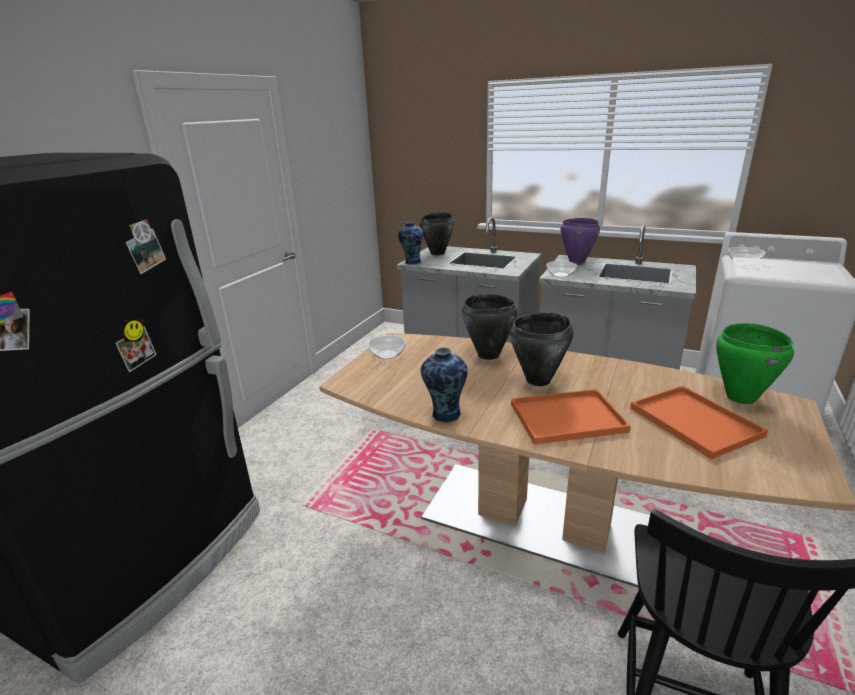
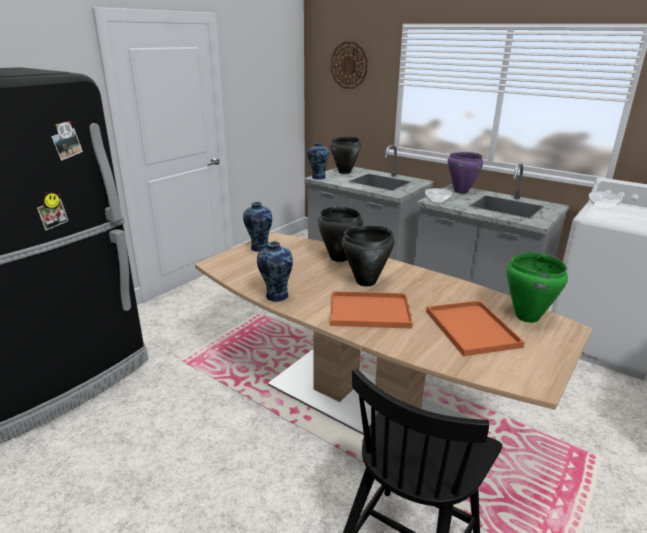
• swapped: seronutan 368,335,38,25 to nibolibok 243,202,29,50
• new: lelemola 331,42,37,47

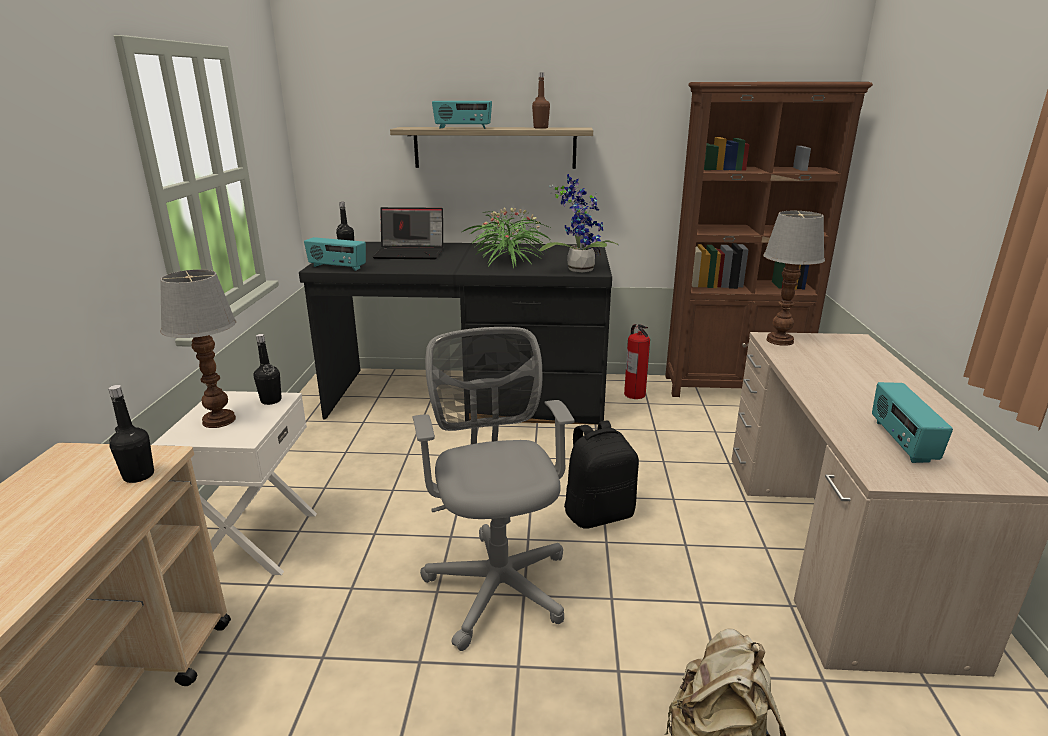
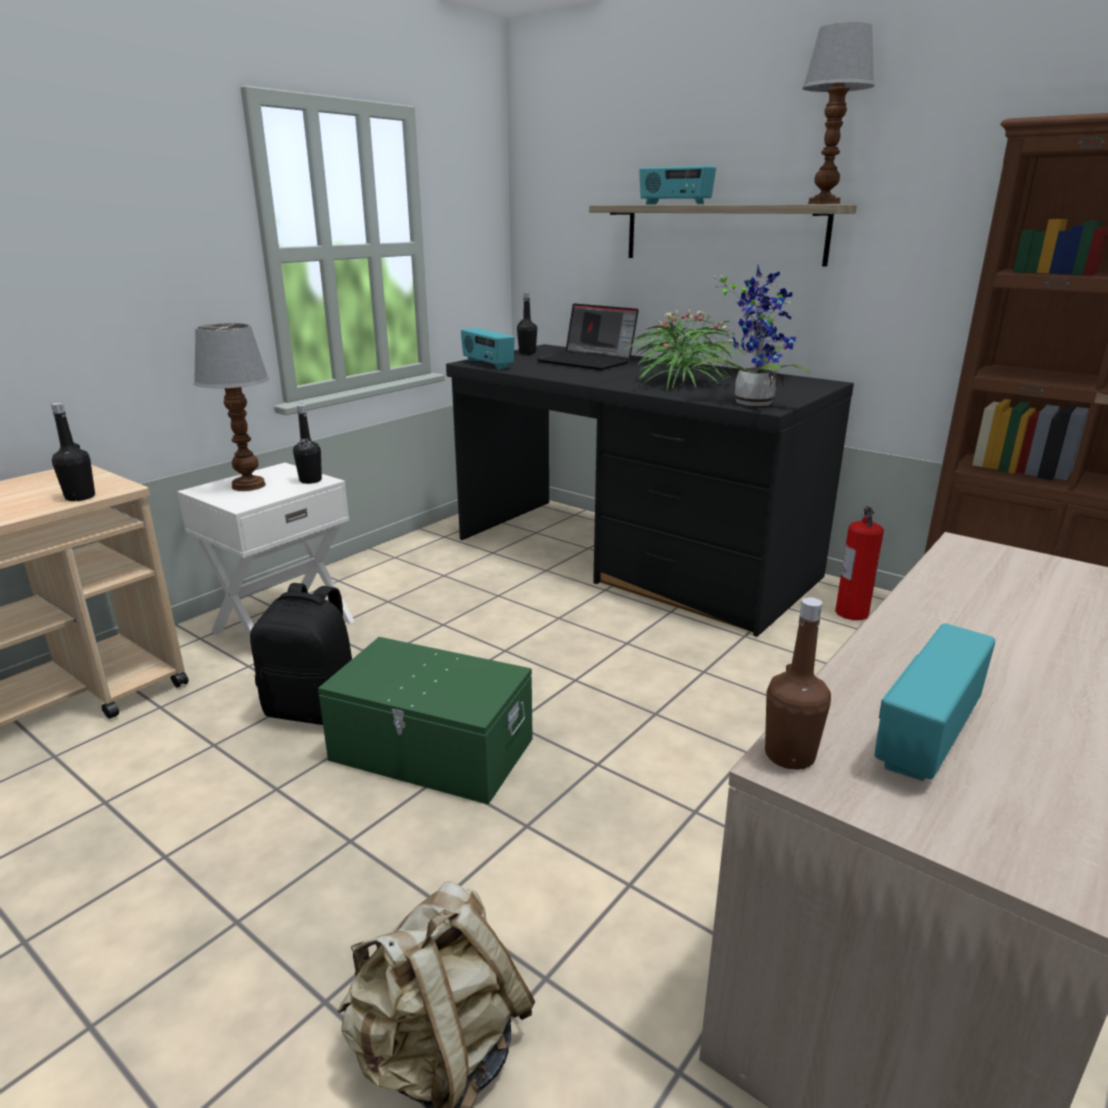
• shifted: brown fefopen 532,72,18,57 to 765,597,66,173
• shifted: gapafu 763,211,62,135 to 802,22,73,182
• swapped: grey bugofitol 413,327,162,324 to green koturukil 318,637,215,168
• shifted: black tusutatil 564,421,75,108 to 250,583,102,142

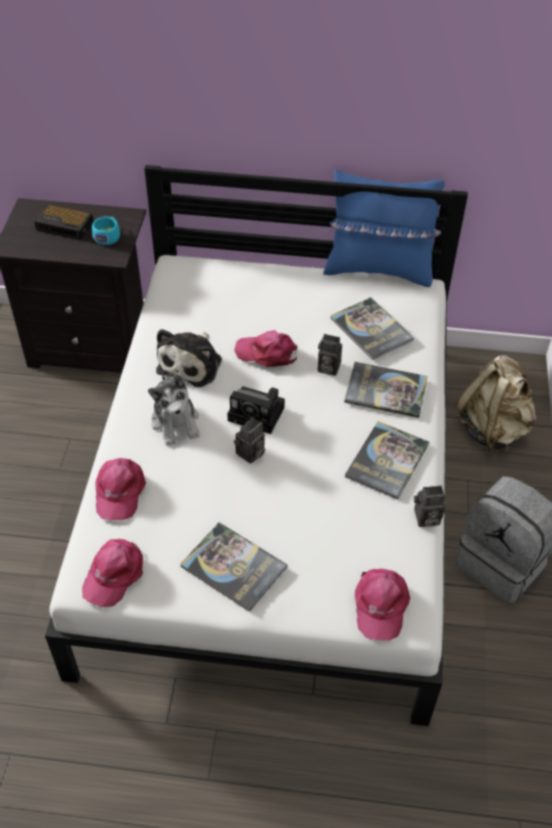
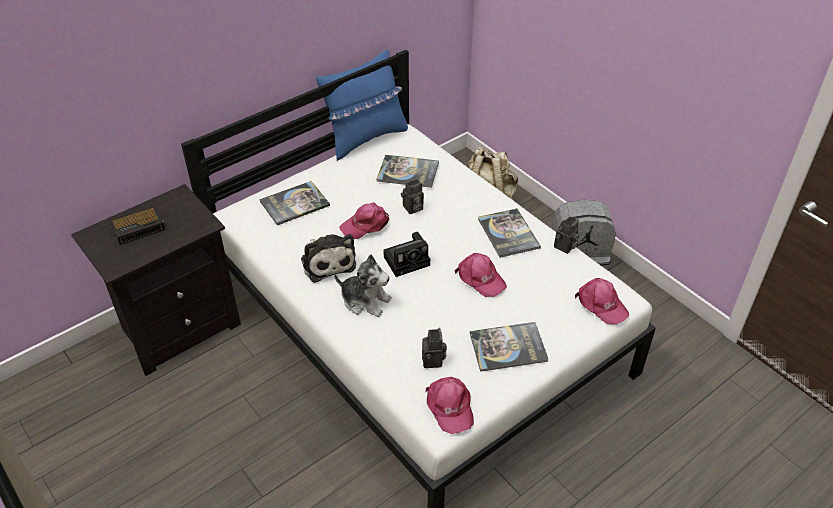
• gone: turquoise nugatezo 92,216,28,29
• shifted: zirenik 344,362,84,56 to 259,181,71,44
• shifted: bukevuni 234,417,31,47 to 422,328,25,40
• shifted: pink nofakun 95,458,51,62 to 455,253,52,44

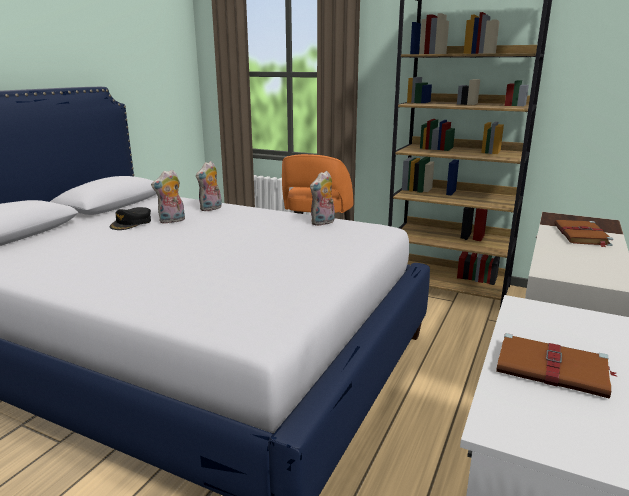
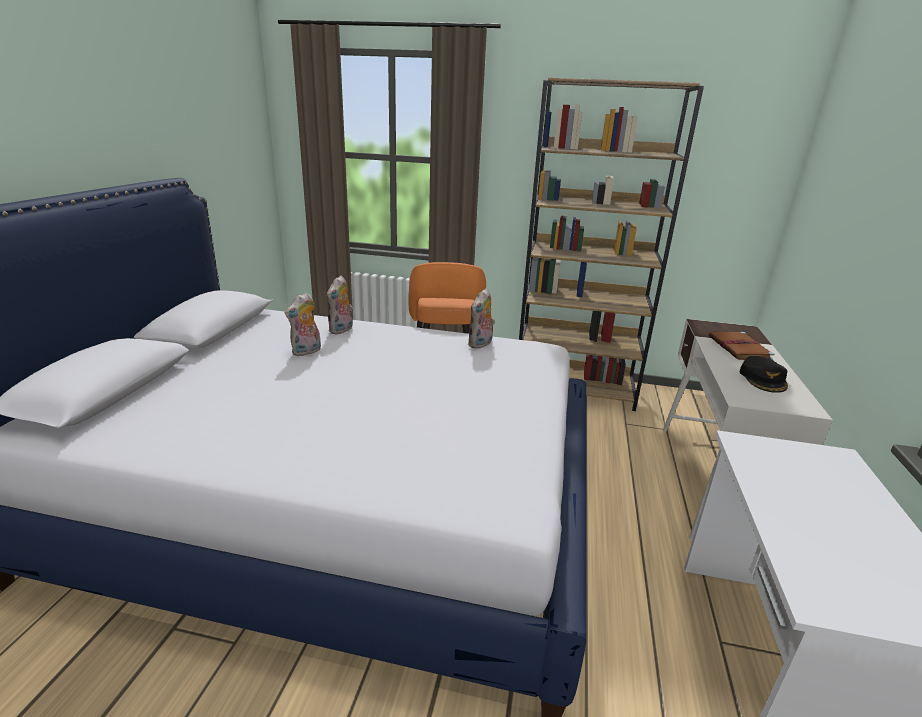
• shifted: black nofakun 110,207,41,23 to 739,356,49,37
• gone: brown zirenik 496,333,122,66

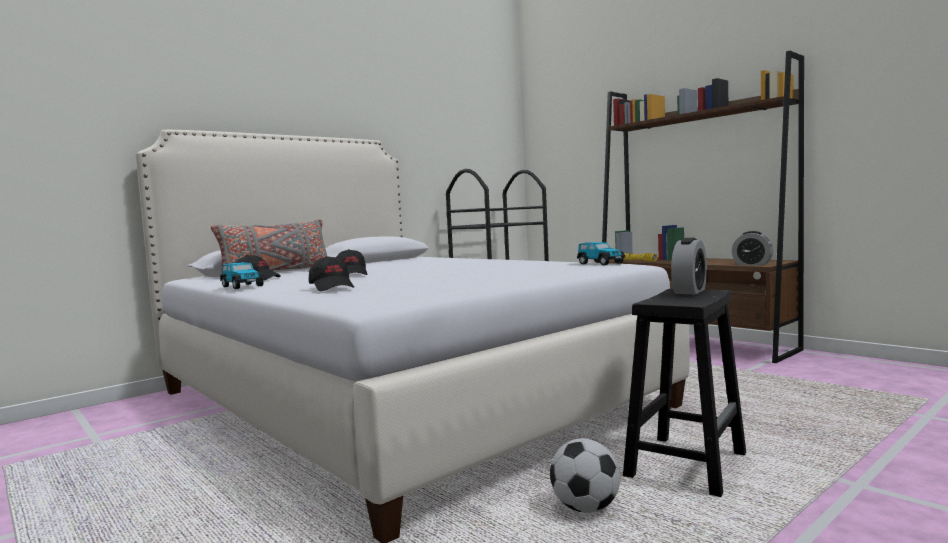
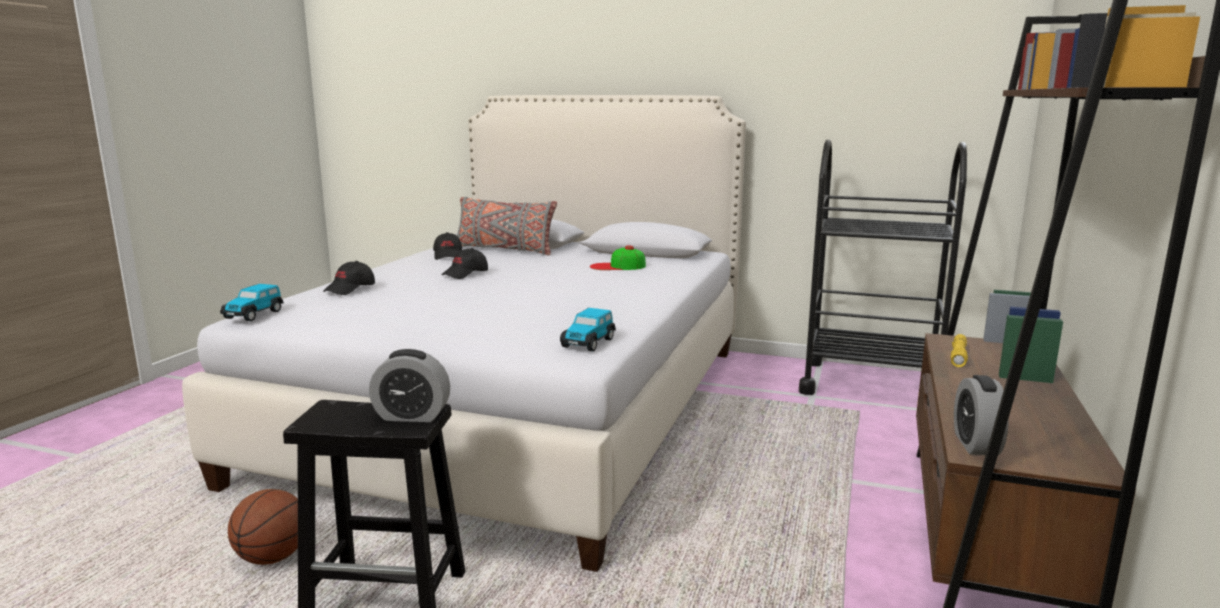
• shifted: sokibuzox 220,262,44,27 to 220,284,64,37
• swapped: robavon 550,438,70,75 to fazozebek 228,489,70,76
• new: nofakun 590,245,56,25

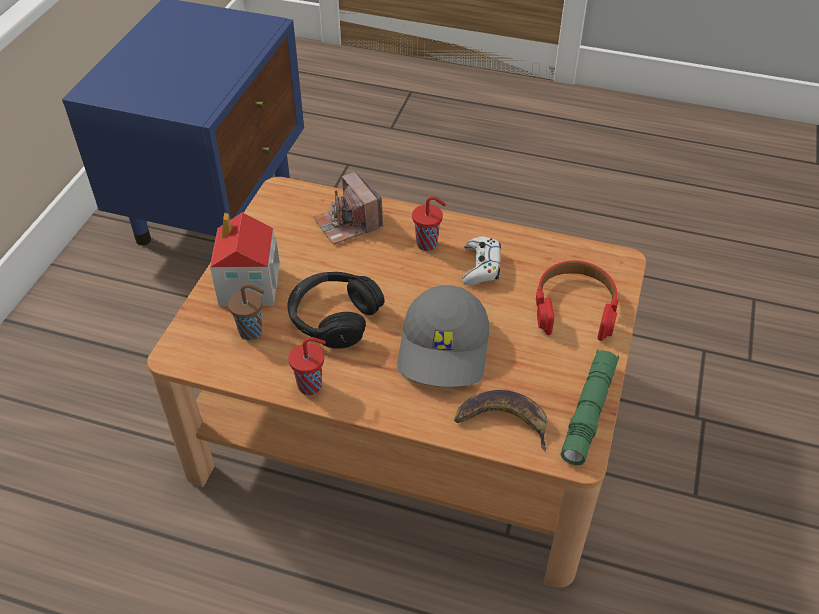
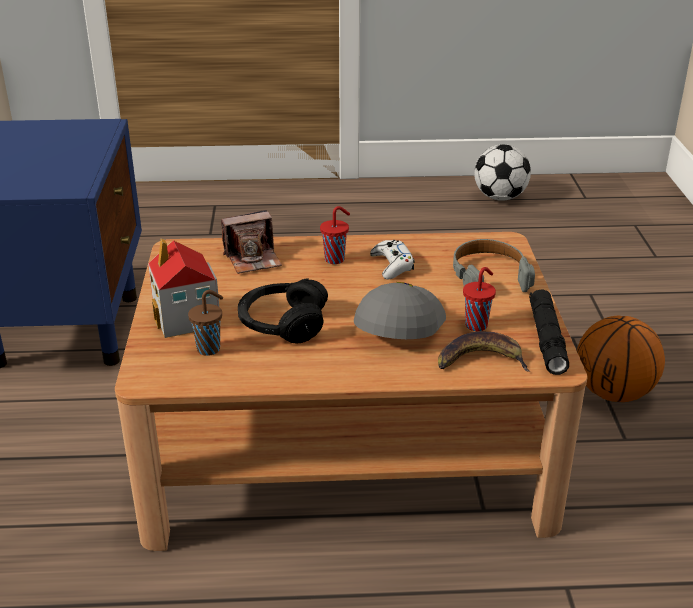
• rotated: bukevuni 313,171,70,74 = 221,210,61,64 60 degrees counterclockwise
• repainted: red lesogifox 536,261,83,80 to grey lesogifox 453,239,82,53
• rotated: grey nofakun 397,285,92,102 = 354,282,92,57 150 degrees counterclockwise
• shifted: red nugatezo 288,337,38,58 to 463,267,33,64
• repainted: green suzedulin 560,349,59,116 to black suzedulin 529,289,40,86
• new: robavon 474,144,57,57
• new: fazozebek 577,315,88,87

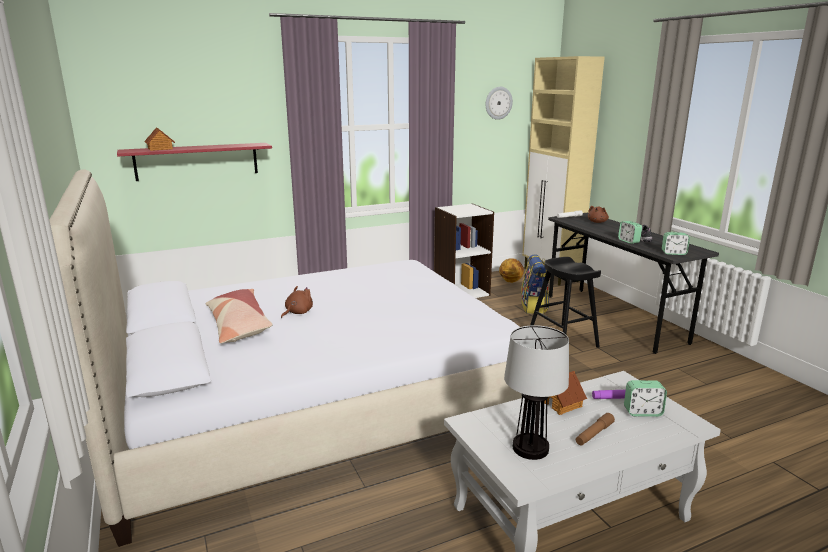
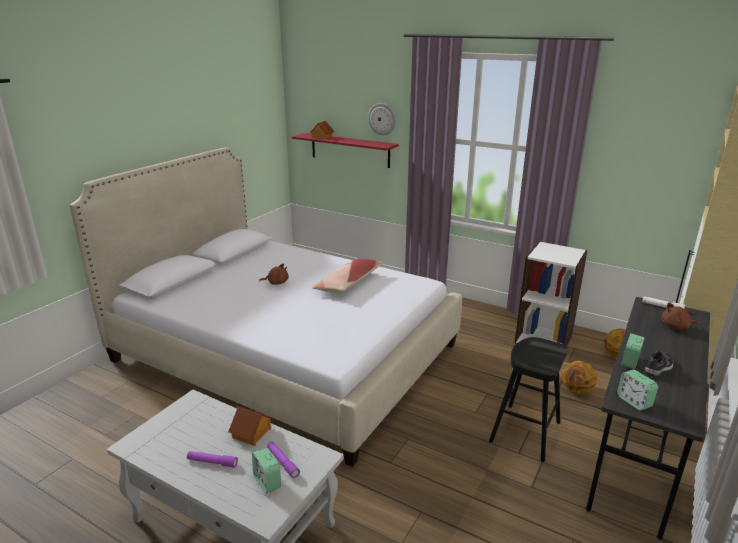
• shifted: lelemola 486,87,27,33 to 368,103,28,32
• swapped: tusutatil 521,254,28,60 to fazozebek 562,361,35,33
• shifted: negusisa 206,289,67,54 to 312,259,72,34
• gone: gapafu 504,325,65,135
• repainted: brown suzedulin 576,413,39,32 to purple suzedulin 187,451,51,17

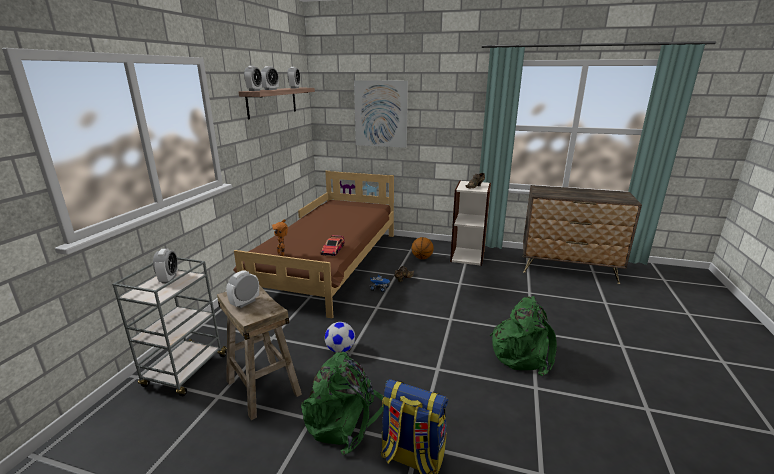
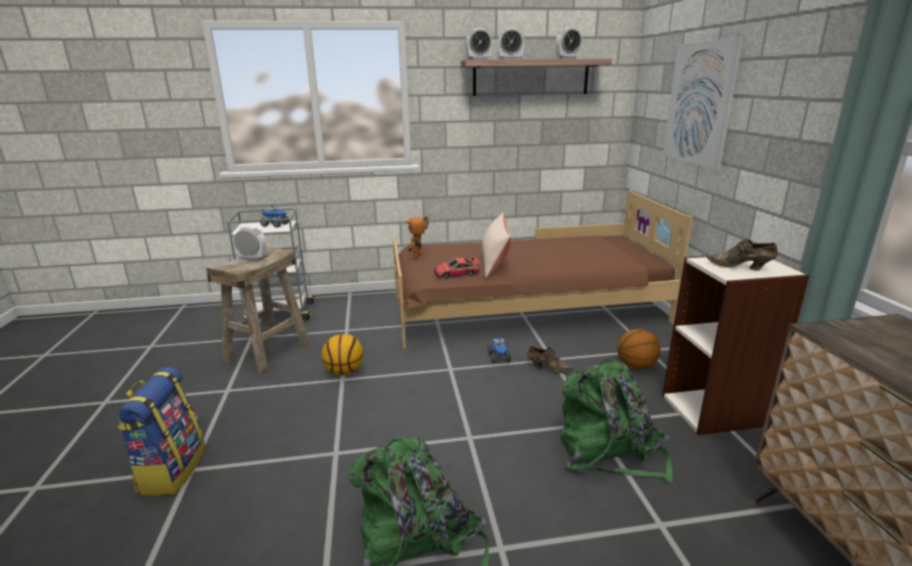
• swapped: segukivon 153,249,25,34 to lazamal 260,205,29,23
• swapped: robavon 325,322,30,31 to fazozebek 322,334,41,41
• shifted: green tusutatil 301,351,83,104 to 561,359,111,124
• new: beige negusisa 482,213,29,65

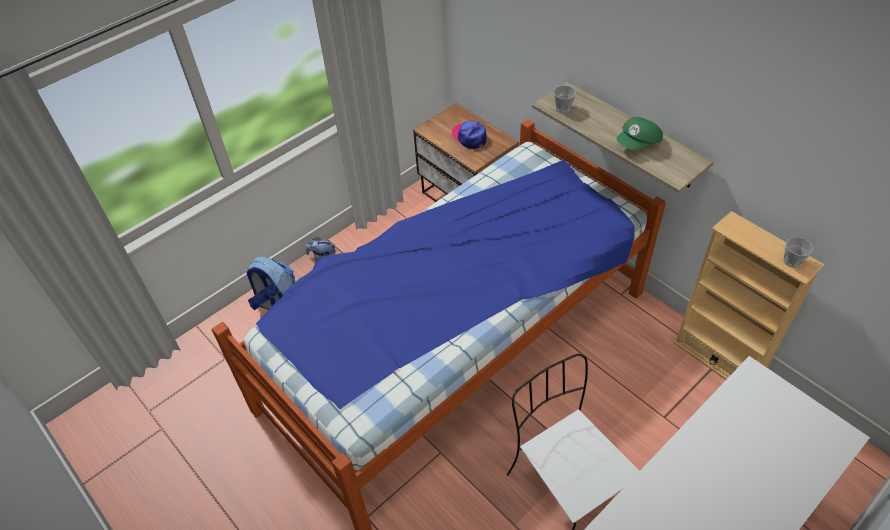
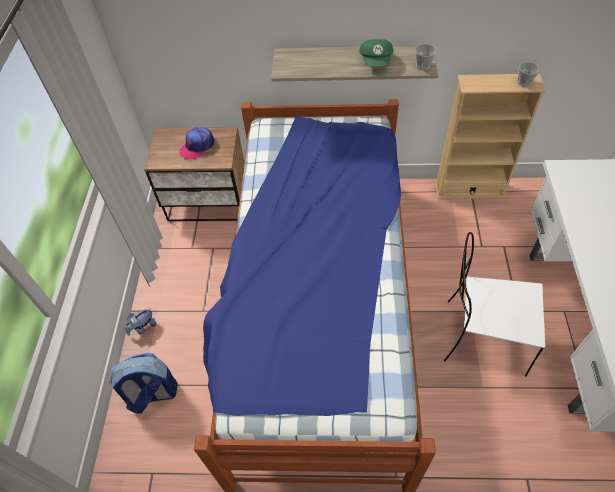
• shifted: nugatezo 553,85,23,28 to 415,44,21,26
• rotated: nofakun 451,121,36,28 = 179,127,35,33 60 degrees counterclockwise

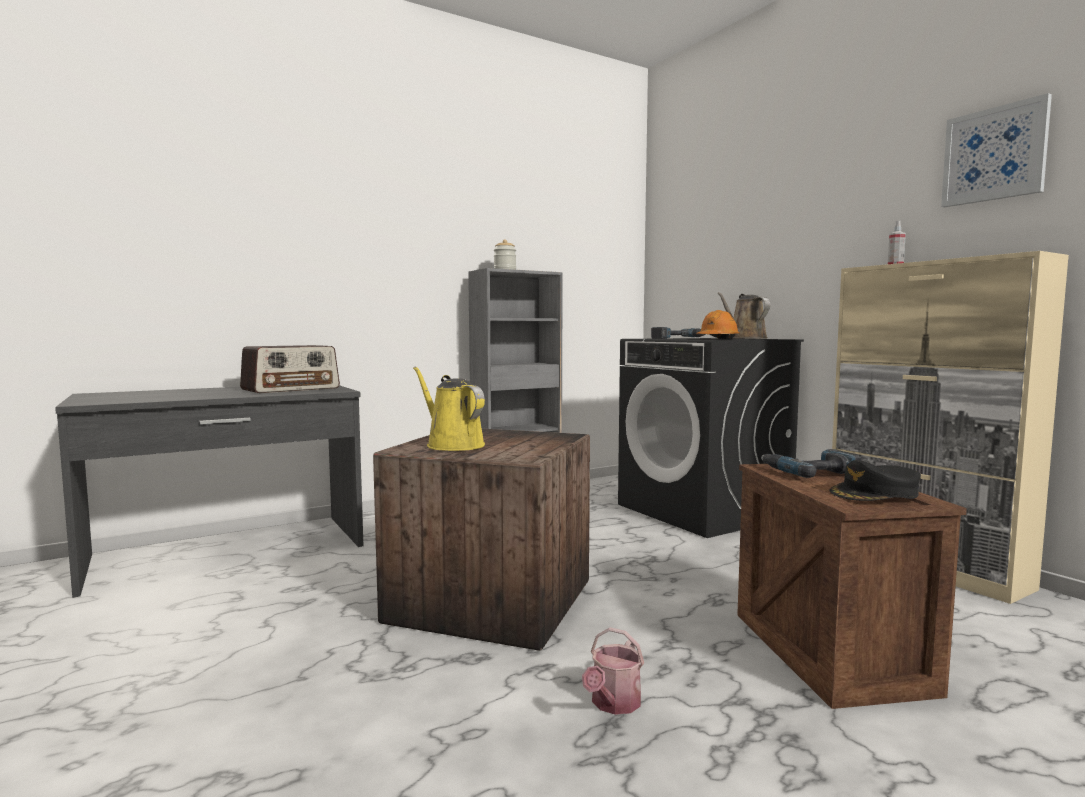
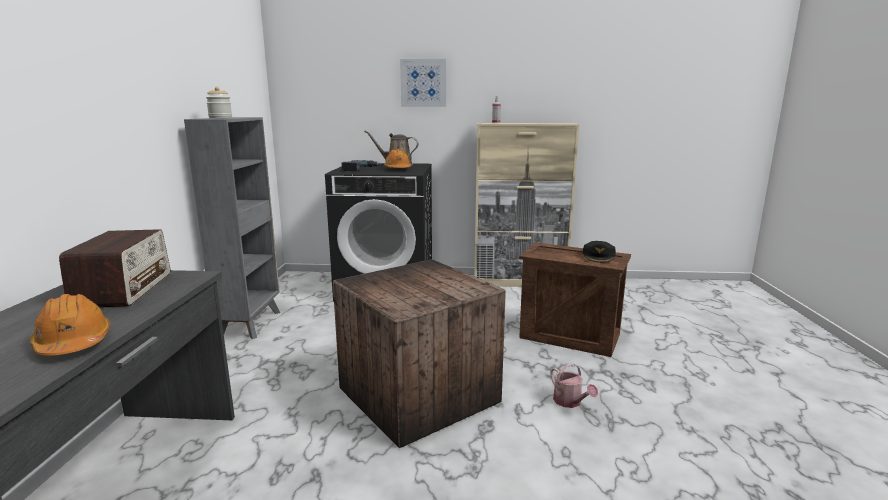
• shifted: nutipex 941,93,111,114 to 400,59,46,48
• gone: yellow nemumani 413,367,72,84
• gone: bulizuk 761,449,100,29
• new: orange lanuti 29,294,81,62

